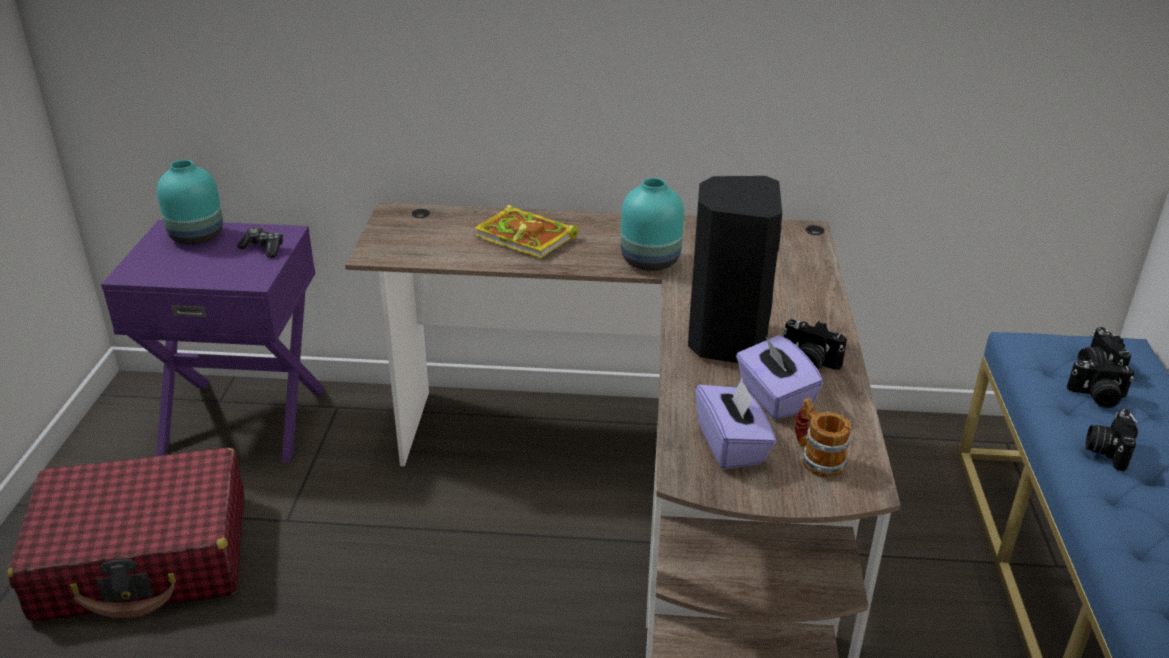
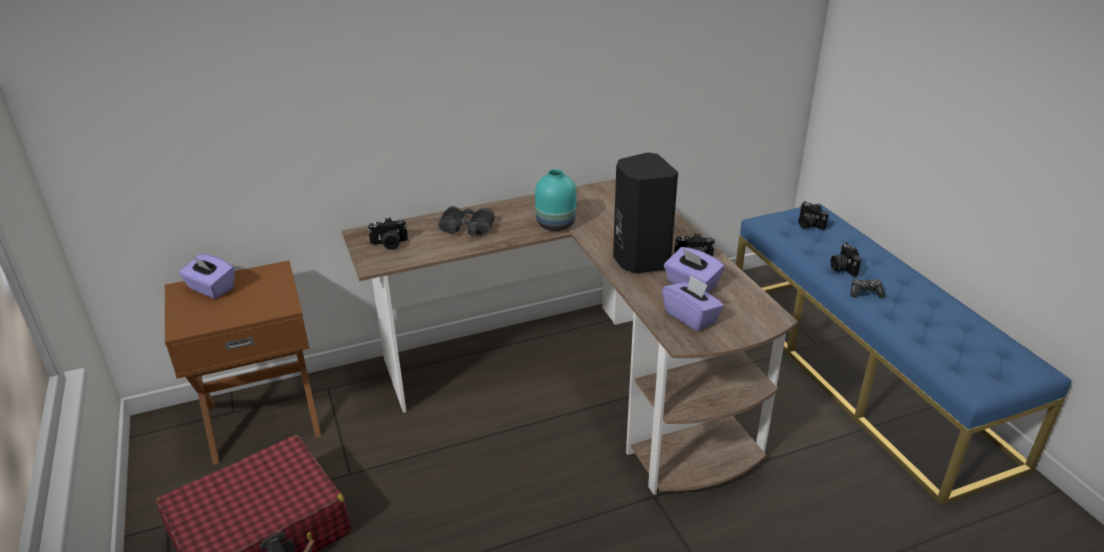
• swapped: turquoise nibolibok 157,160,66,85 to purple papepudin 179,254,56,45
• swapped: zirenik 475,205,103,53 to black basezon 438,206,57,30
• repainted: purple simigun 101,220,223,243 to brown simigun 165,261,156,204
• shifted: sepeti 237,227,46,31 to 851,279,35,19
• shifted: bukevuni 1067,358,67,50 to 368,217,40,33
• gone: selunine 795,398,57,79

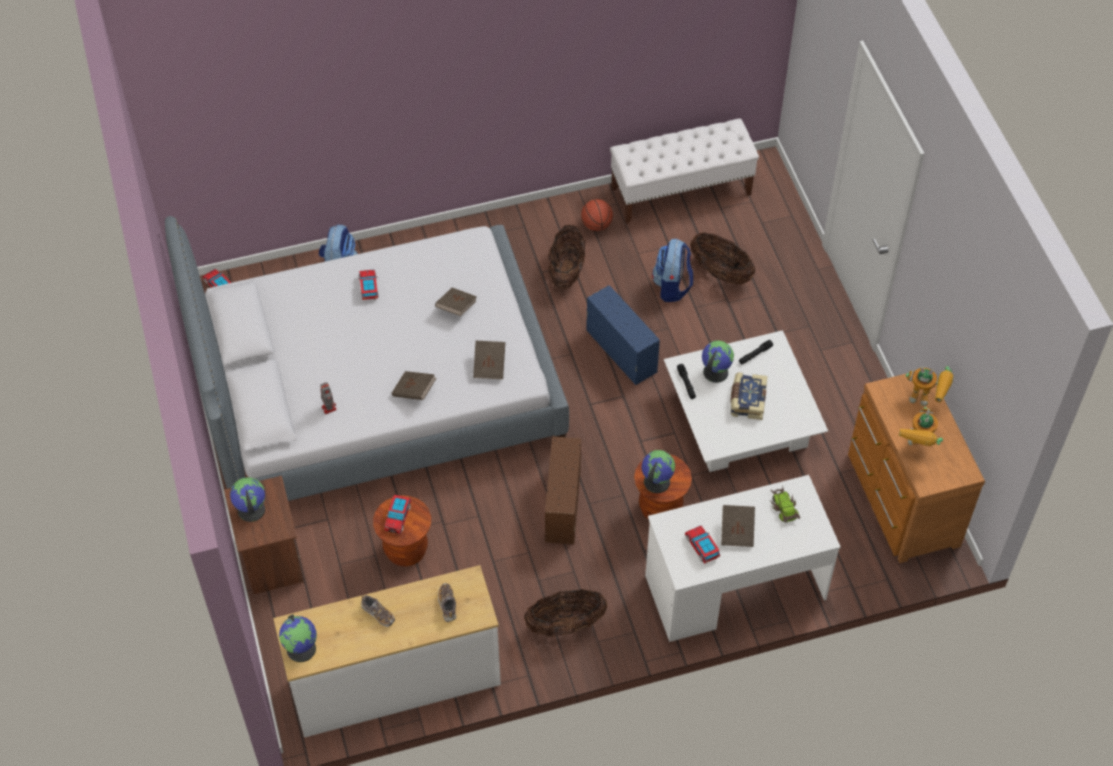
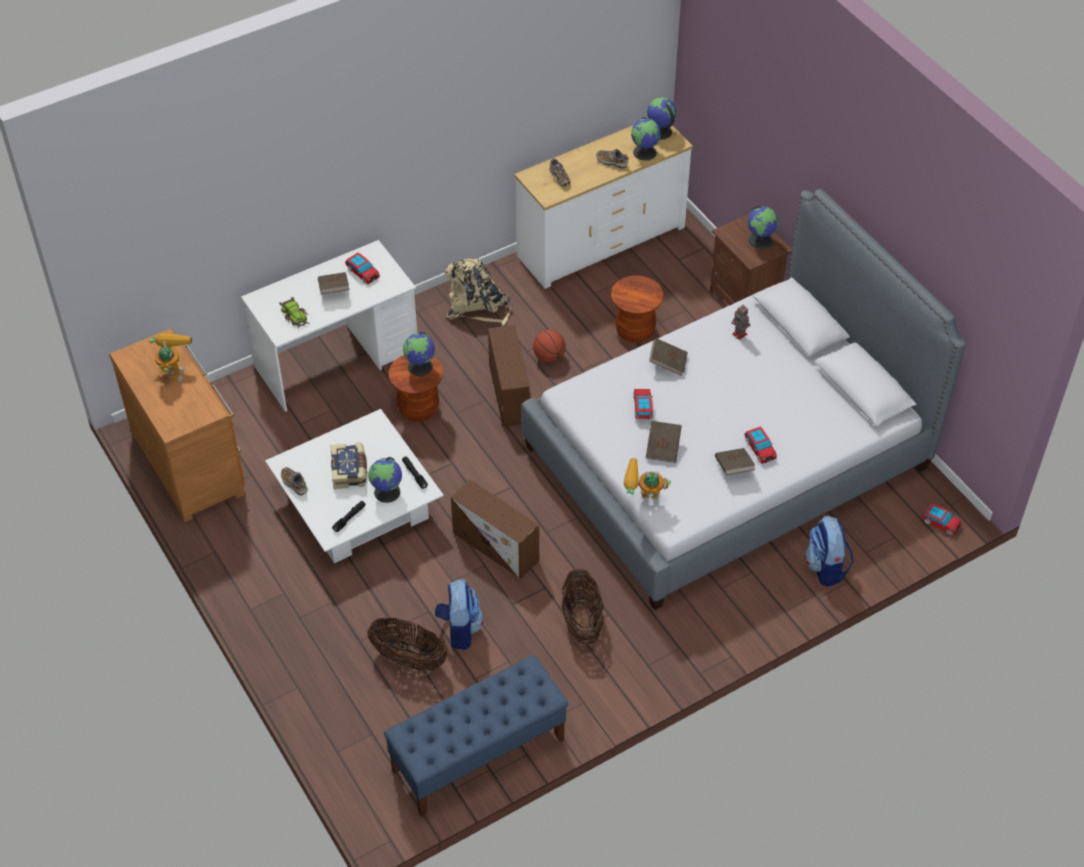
• repainted: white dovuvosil 610,118,149,106 to blue dovuvosil 384,655,185,162
• shifted: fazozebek 581,199,32,32 to 533,330,33,32
• repainted: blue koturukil 586,285,74,100 to brown koturukil 451,480,88,99
• shifted: brown zirenik 473,341,32,38 to 715,448,40,27
• shifted: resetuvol 905,366,48,40 to 624,458,47,41
• shifted: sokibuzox 385,495,26,39 to 633,389,20,31
• swapped: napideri 524,589,83,47 to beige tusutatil 445,259,66,67
• new: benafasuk 631,117,30,44
• new: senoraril 281,467,27,29

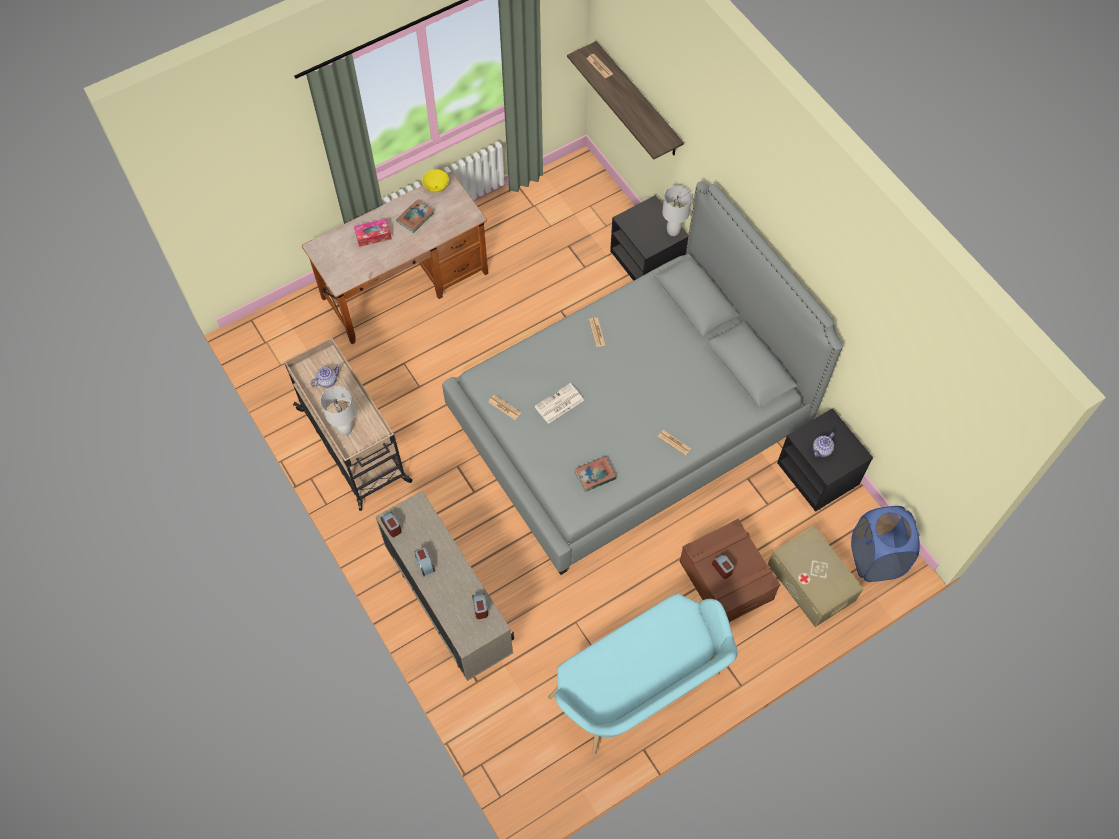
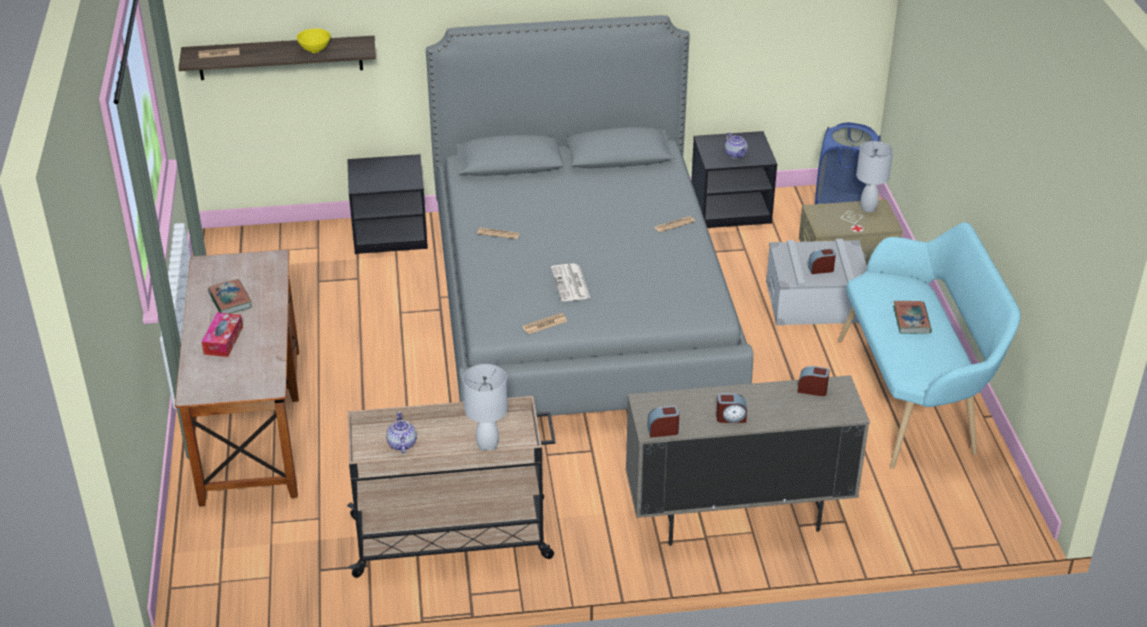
• shifted: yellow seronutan 422,169,27,23 to 296,29,35,24
• shifted: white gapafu 662,186,30,50 to 856,141,37,71
• shifted: zirenik 575,456,41,36 to 893,301,39,33
• repainted: brown koturukil 679,519,101,103 to grey koturukil 766,239,101,86

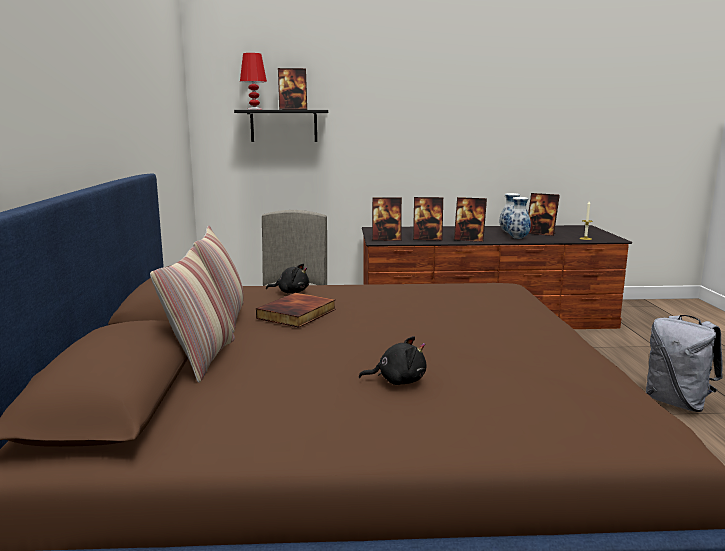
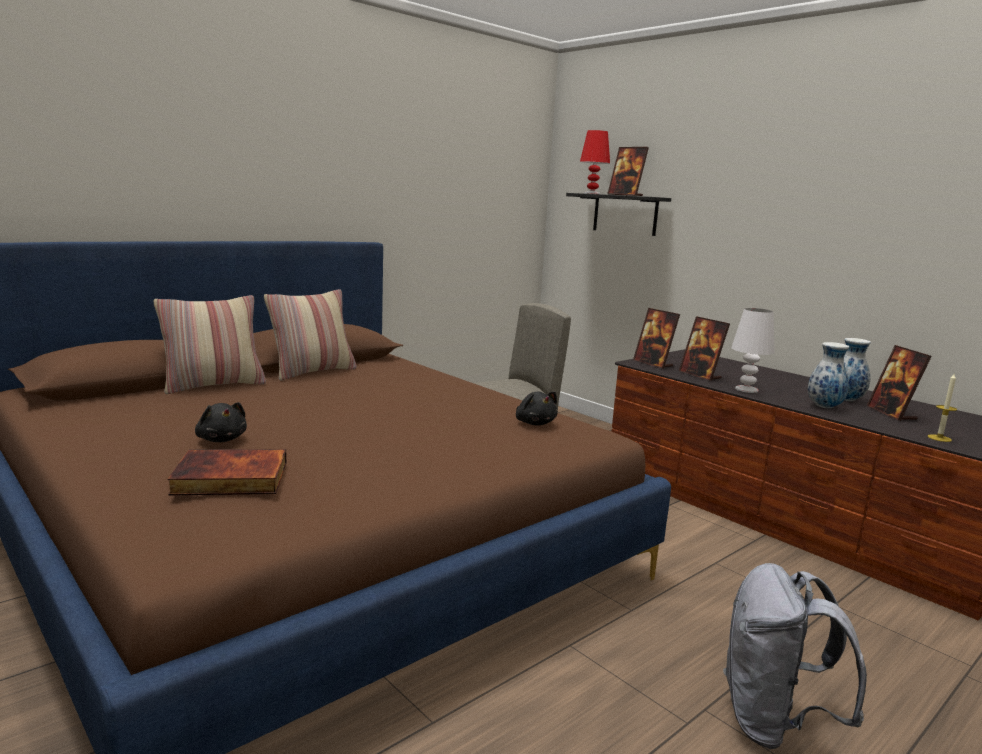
• swapped: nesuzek 454,197,33,45 to white gapafu 731,308,44,85
• shifted: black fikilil 266,264,43,29 to 516,391,42,34
• shifted: zirenik 256,293,80,35 to 168,449,118,46

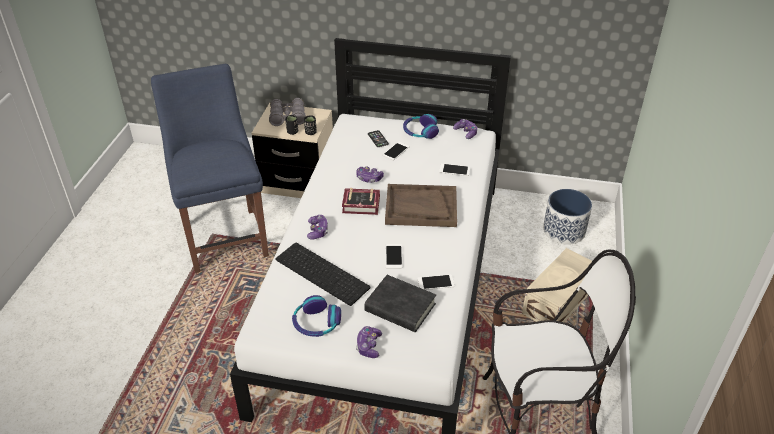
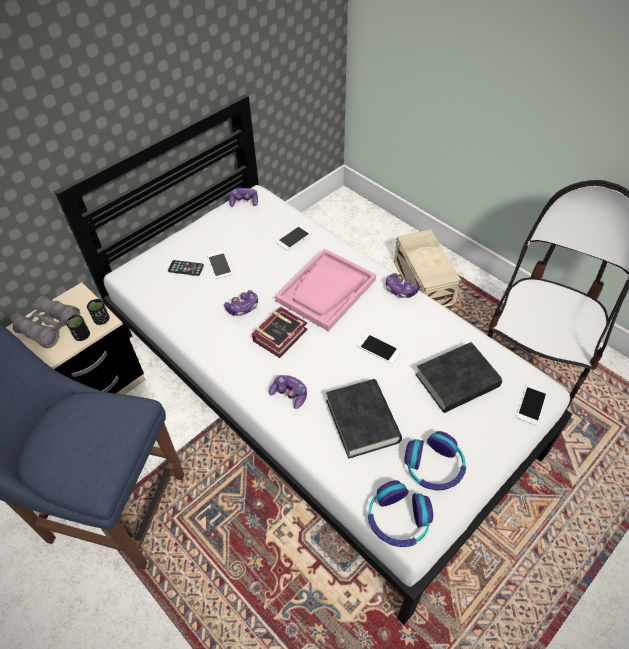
• shifted: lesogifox 403,114,36,25 to 368,480,65,67
• repainted: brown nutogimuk 385,184,72,43 to pink nutogimuk 275,248,101,83
• gone: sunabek 543,189,49,56
• swapped: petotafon 275,243,96,63 to black zirenik 326,379,76,80
• shifted: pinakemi 417,274,38,16 to 516,384,31,42
• shifted: sepeti 356,326,26,32 to 386,273,33,25

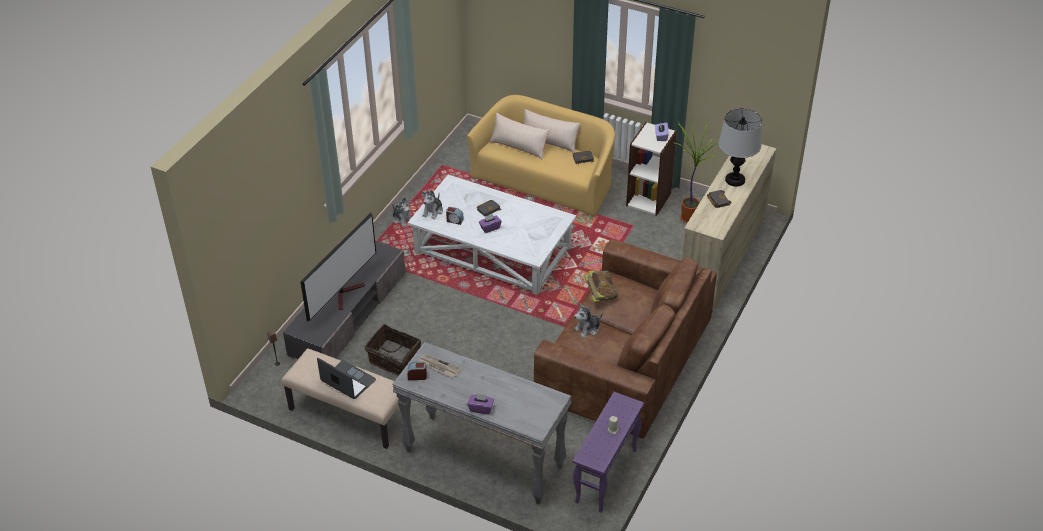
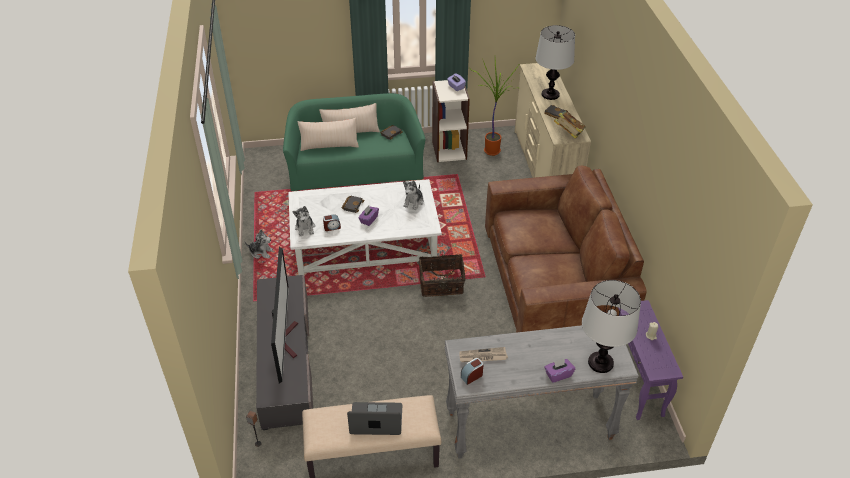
• repainted: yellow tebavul 467,95,148,122 to green tebavul 283,93,143,98
• shifted: zirenik 584,270,34,32 to 554,111,31,28
• shifted: fikilil 574,303,29,35 to 403,181,21,29
• shifted: napideri 365,324,56,52 to 419,254,47,43
• new: gapafu 582,280,59,93

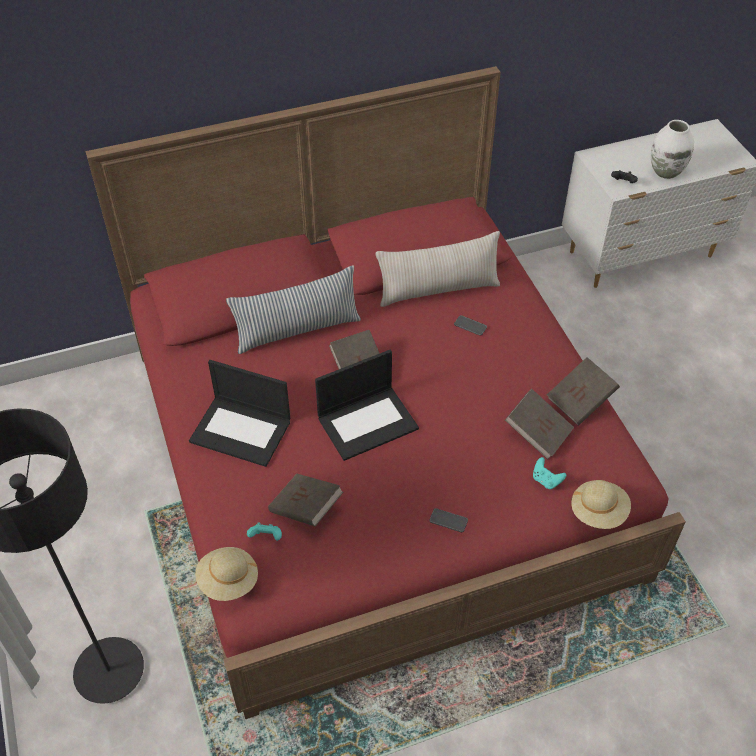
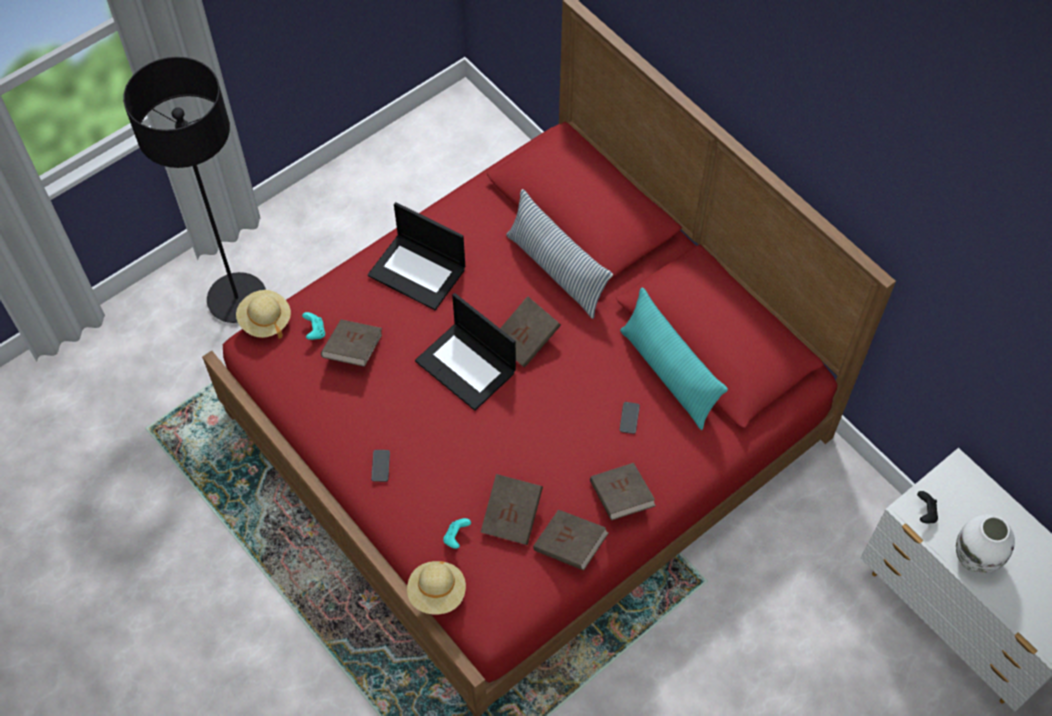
• repainted: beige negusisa 376,231,124,76 to turquoise negusisa 620,287,108,143
• rotated: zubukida 189,360,101,107 = 368,202,97,108 60 degrees counterclockwise
• new: brown zirenik 590,463,66,57

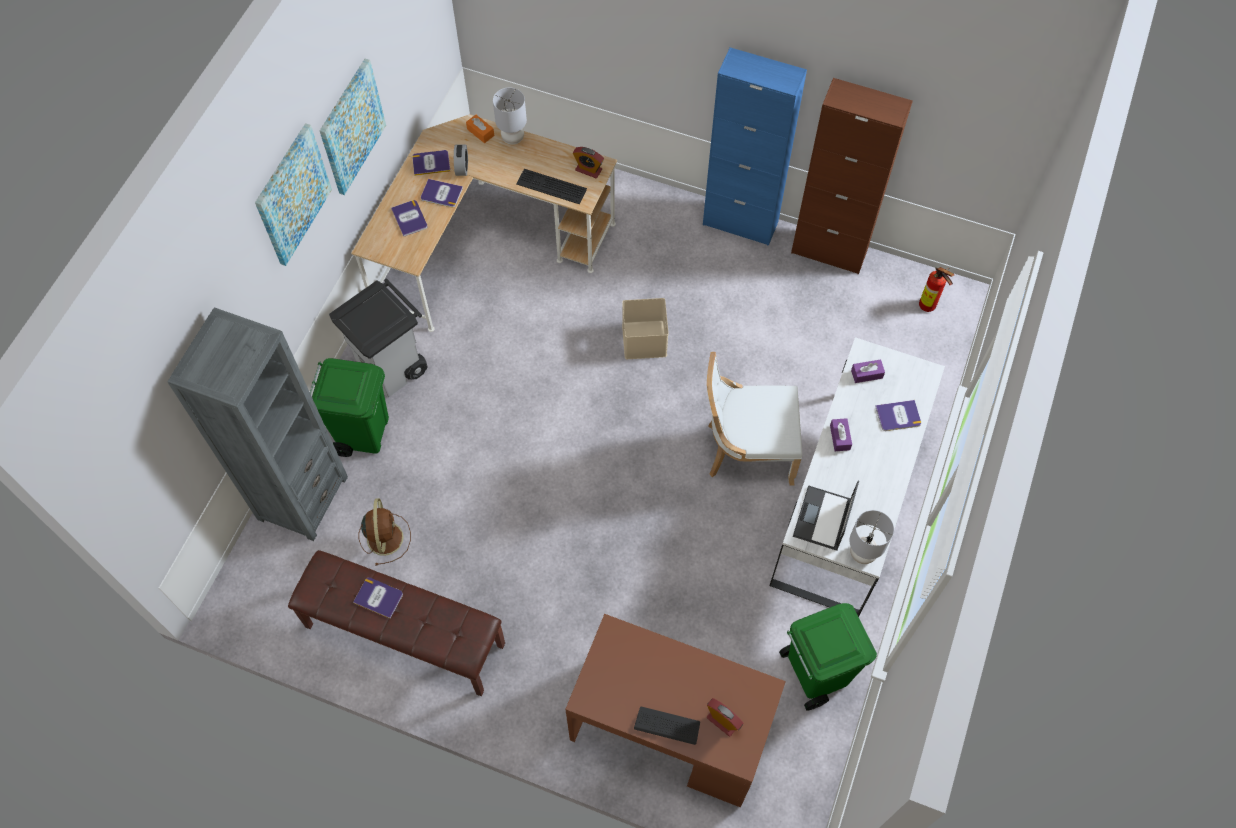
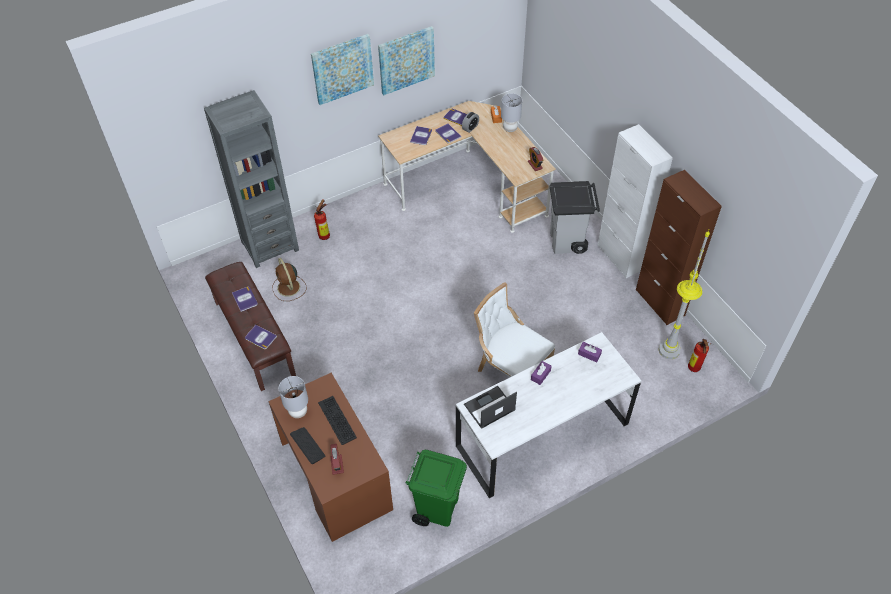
• repainted: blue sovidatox 703,47,104,199 to white sovidatox 597,124,76,154
• shifted: petotafon 516,169,71,35 to 318,396,39,49
• shifted: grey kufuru 329,278,98,119 to 550,181,50,73
• gone: beige koturukil 622,298,47,61
• swapped: green kufuru 310,358,79,99 to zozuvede 314,199,16,41
• shifted: zirenik 875,400,46,31 to 245,325,32,24
• rotated: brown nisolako 359,498,52,67 = 273,258,34,43 120 degrees clockwise
• shifted: grey gapafu 849,510,45,54 to 279,376,29,42
• new: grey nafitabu 659,230,51,129

